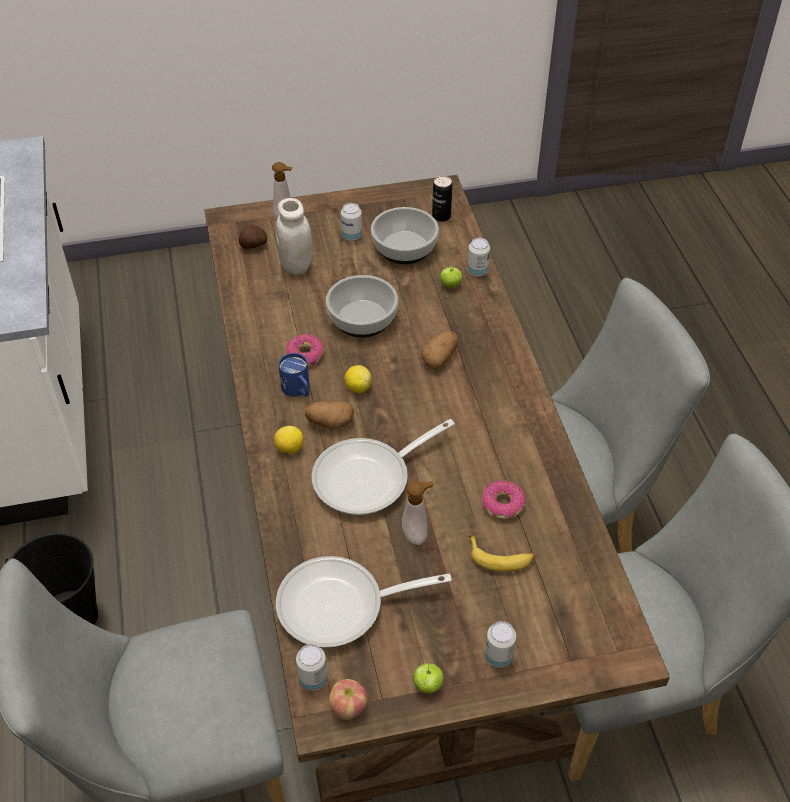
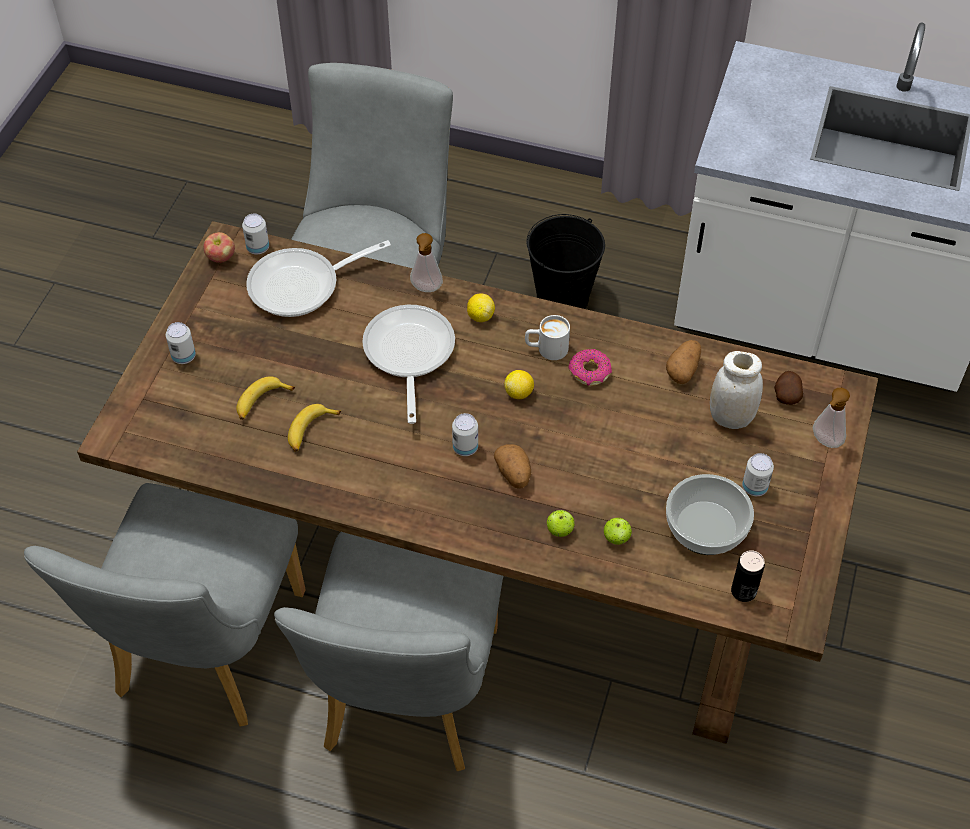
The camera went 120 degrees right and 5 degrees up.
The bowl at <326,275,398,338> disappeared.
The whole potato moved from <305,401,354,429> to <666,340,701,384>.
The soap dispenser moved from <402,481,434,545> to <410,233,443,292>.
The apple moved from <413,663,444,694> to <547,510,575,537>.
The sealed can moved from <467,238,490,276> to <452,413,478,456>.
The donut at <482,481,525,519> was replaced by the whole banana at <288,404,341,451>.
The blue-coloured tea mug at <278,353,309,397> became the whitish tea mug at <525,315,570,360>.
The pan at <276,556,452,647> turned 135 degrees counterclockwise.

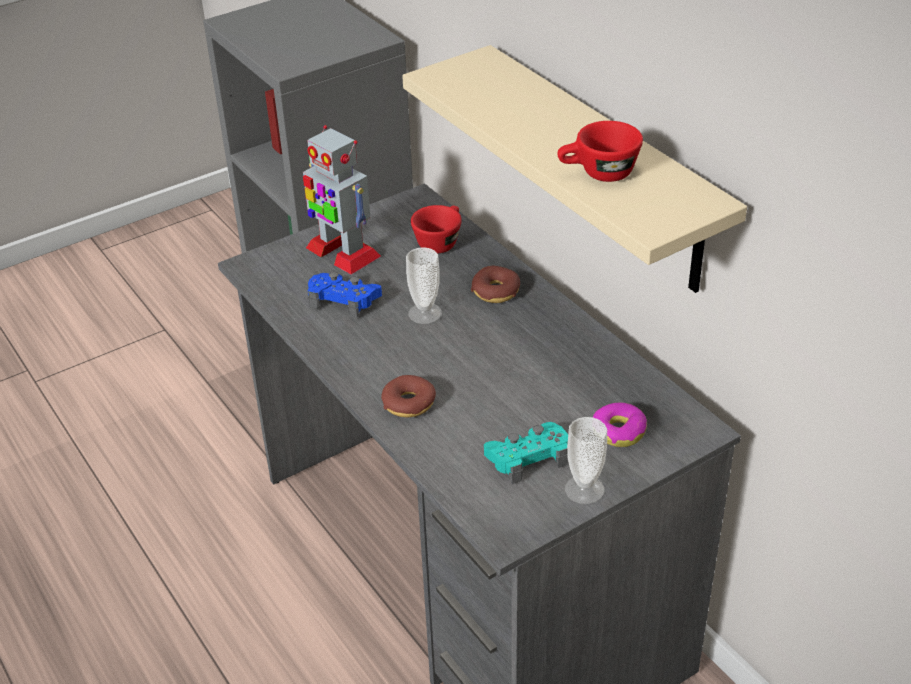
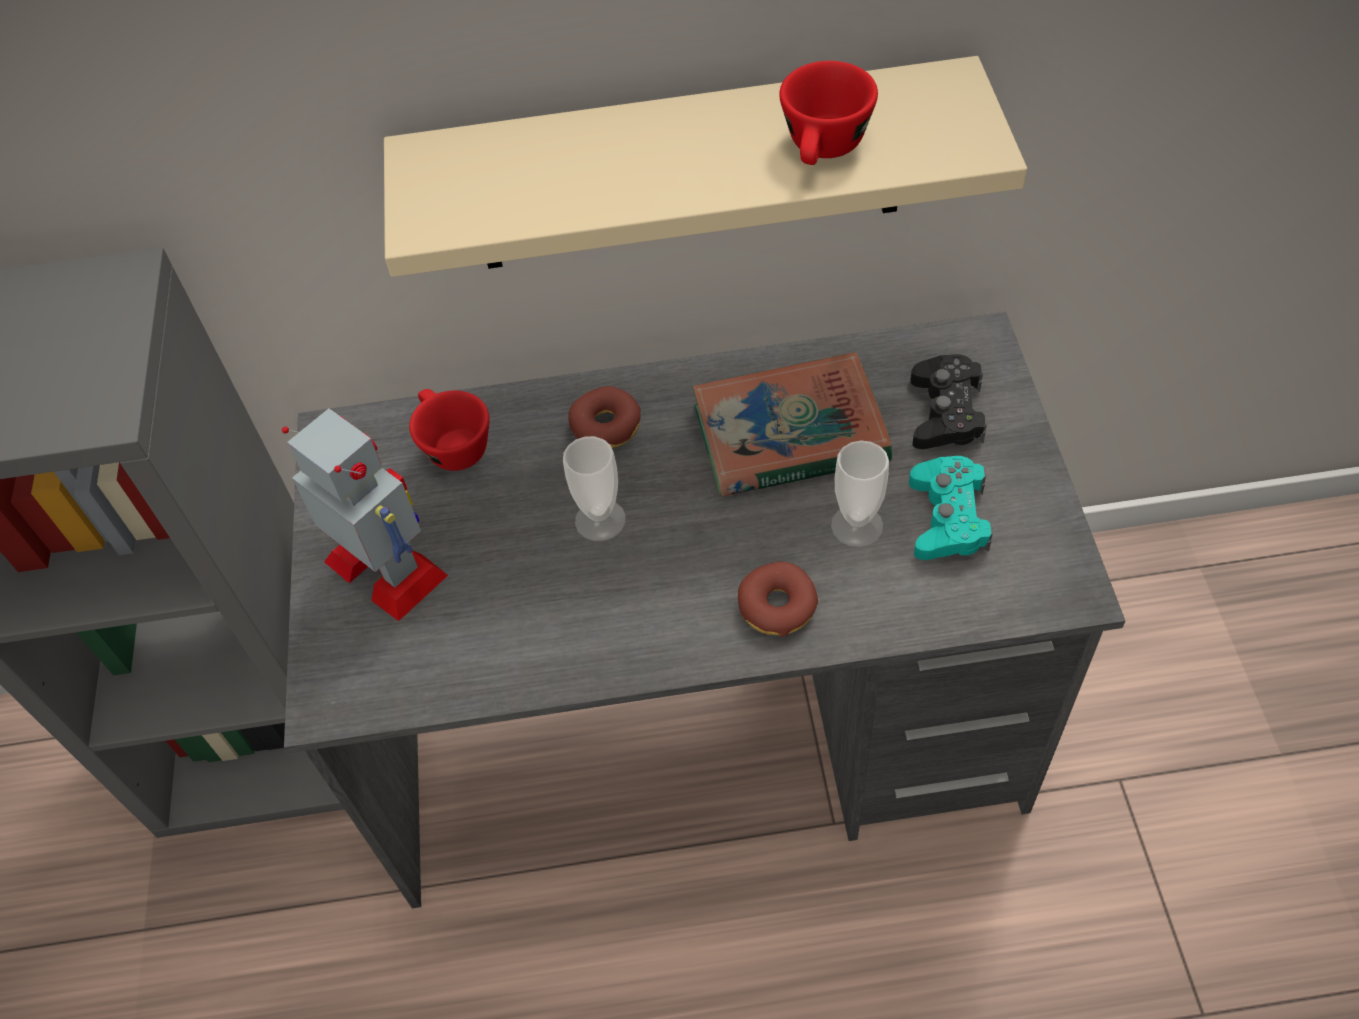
The camera went 60 degrees left and 15 degrees up.
The blue-coloured gamepad at <308,272,382,318> disappeared.
The volume at <693,352,892,497> appeared.
The cup moved from <565,417,607,504> to <831,441,889,548>.
The donut at <593,402,647,447> was replaced by the black gamepad at <911,354,987,449>.
The robot figure at <303,125,381,275> turned 120 degrees counterclockwise.

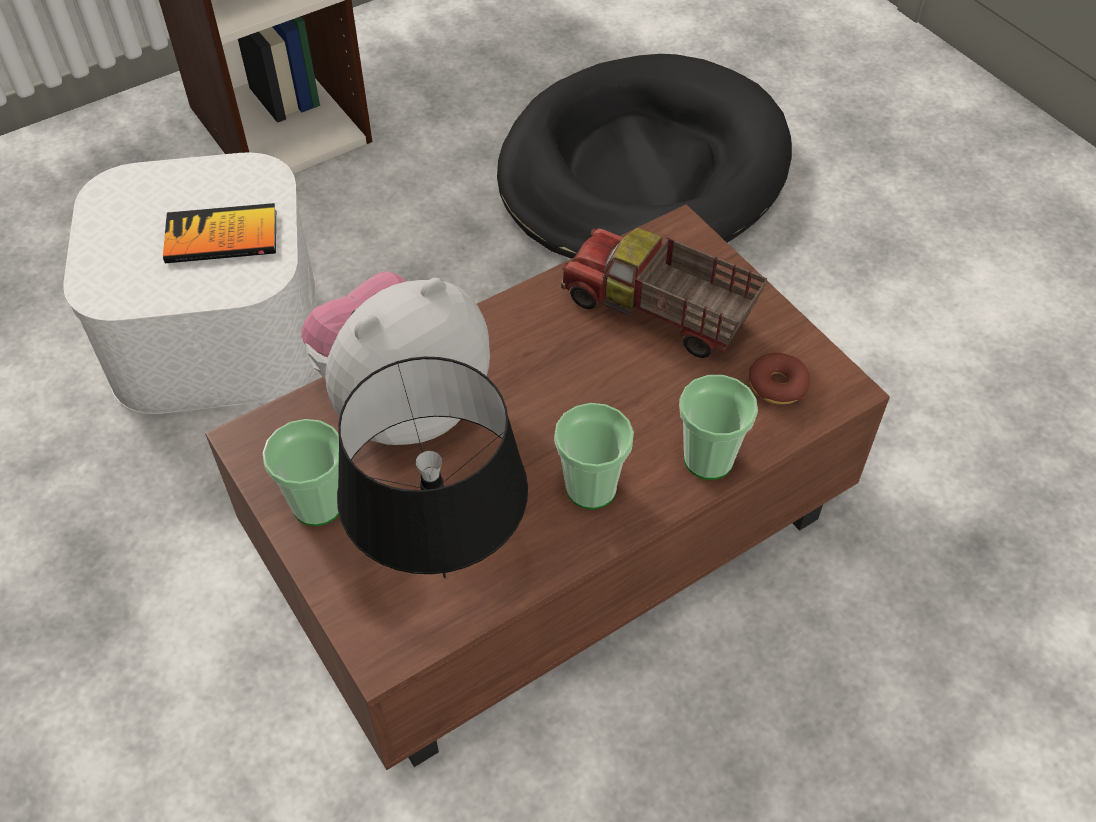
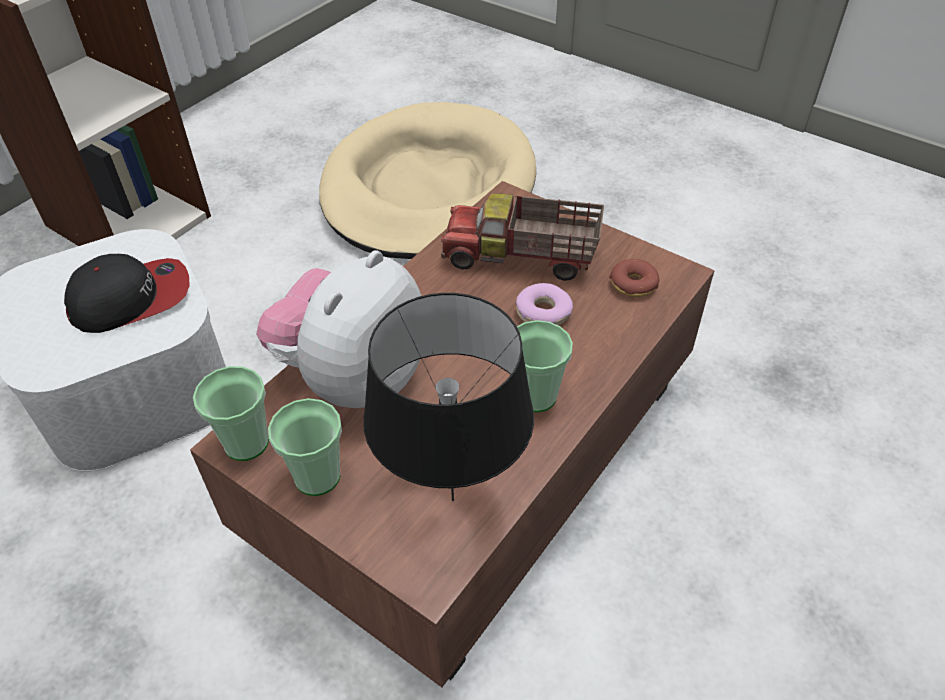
The camera went 20 degrees left and 5 degrees down.
The donut at <516,283,573,325> appeared.
The cup moved from <679,375,758,480> to <193,366,269,461>.
The volume at <163,203,276,263> was replaced by the baseball cap at <64,254,190,333>.
The black pet bed at <497,54,792,259> became the sand-coloured pet bed at <319,102,537,259>.

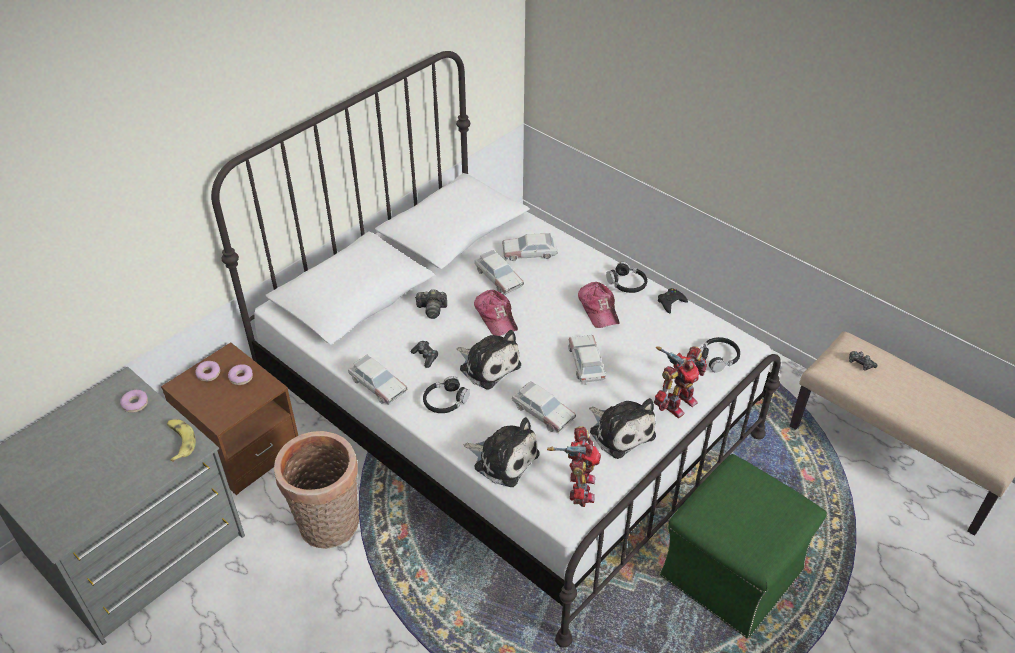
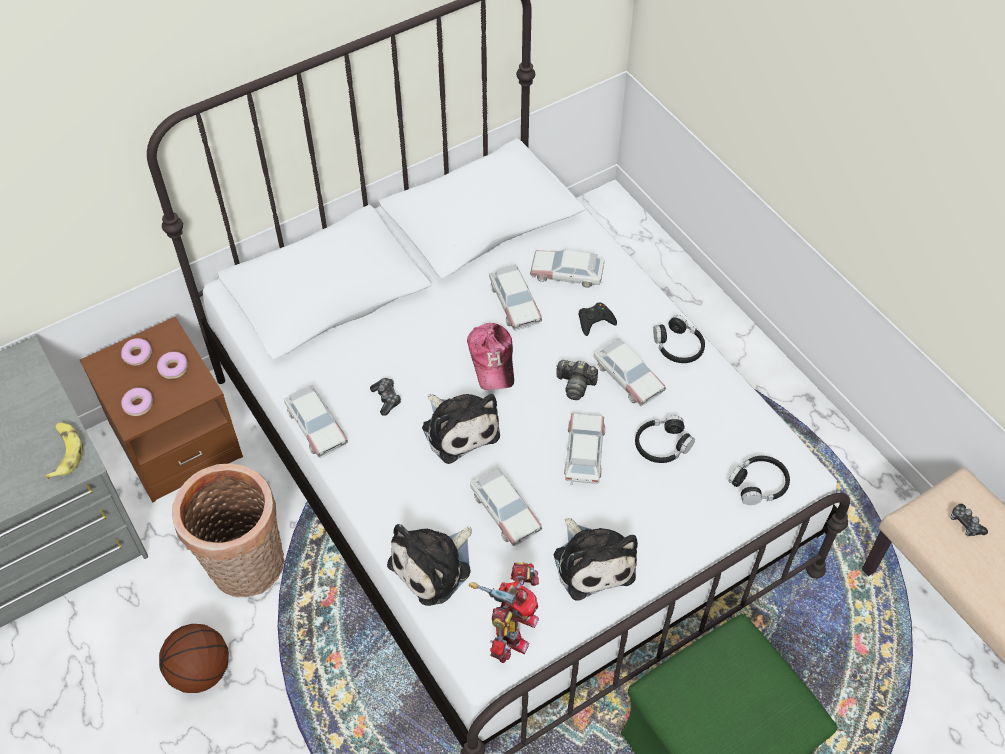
The camera went 15 degrees right and 10 degrees up.
The robot figure at <654,346,707,418> disappeared.
The basketball at <159,624,229,693> appeared.
The donut moved from <120,390,148,413> to <121,388,153,416>.
The photo camera moved from <415,289,447,319> to <556,360,598,400>.
The black pair of headphones moved from <423,376,470,413> to <635,416,695,463>.
The black gamepad moved from <658,288,688,314> to <579,303,617,336>.
The baseball cap at <578,282,619,328> was replaced by the toy car at <594,338,666,406>.
The soft toy at <463,417,540,487> turned 90 degrees clockwise.

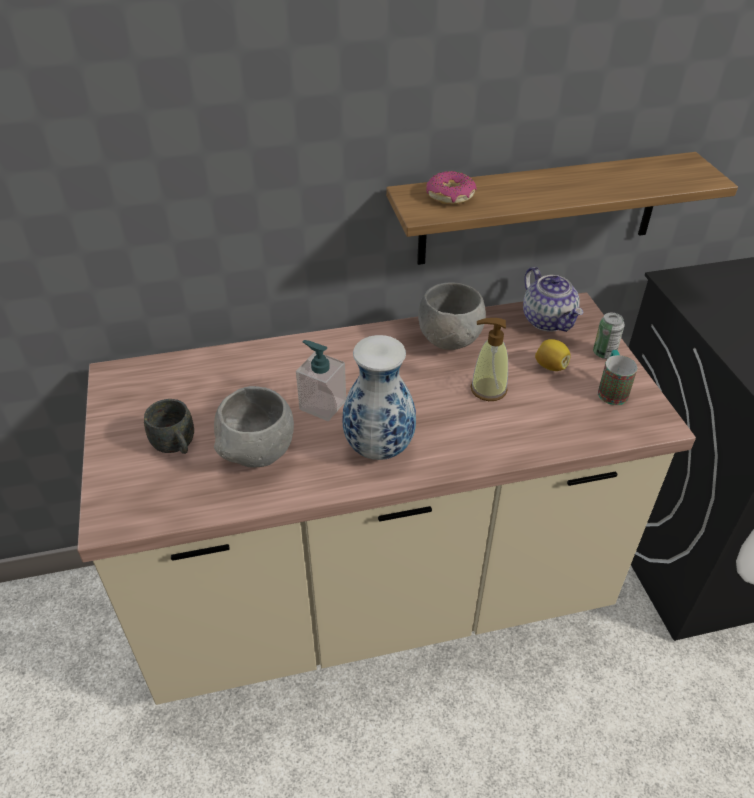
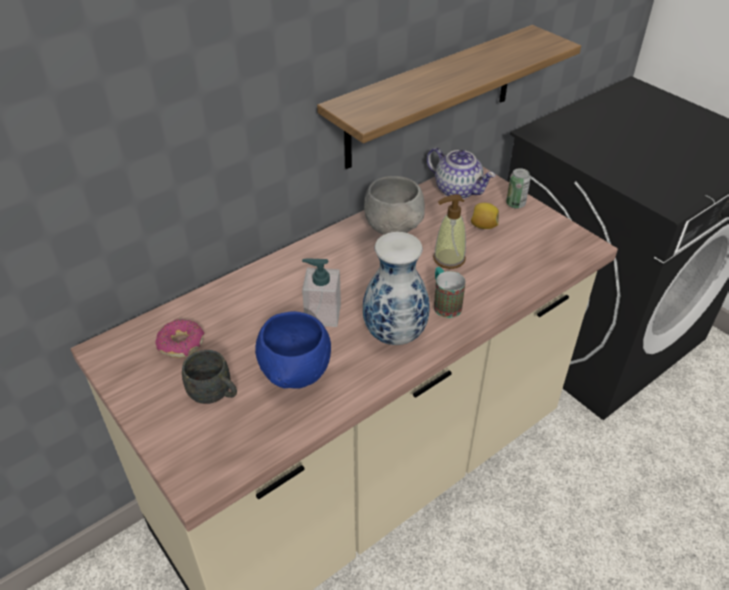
The camera went 25 degrees left and 0 degrees up.
The donut moved from <426,171,477,204> to <155,319,204,358>.
The tea mug moved from <598,350,637,405> to <434,267,465,318>.
The greyish bowl at <214,386,294,468> became the blue-coloured bowl at <255,311,331,389>.

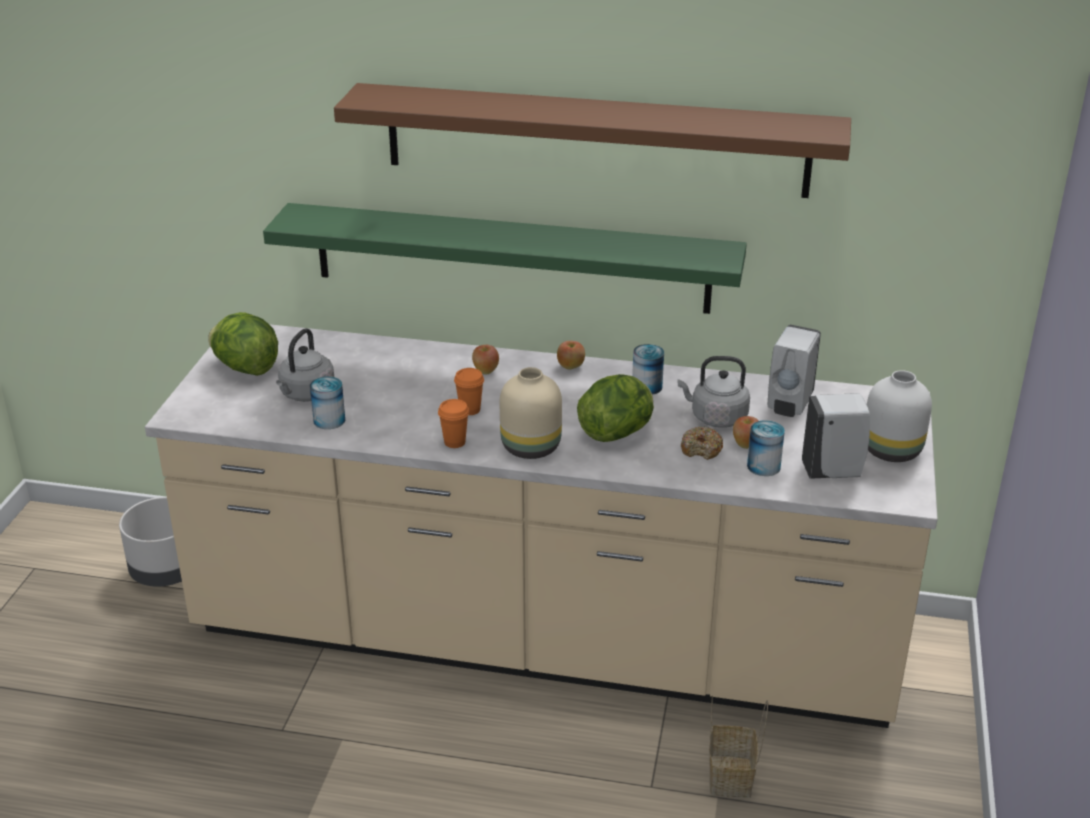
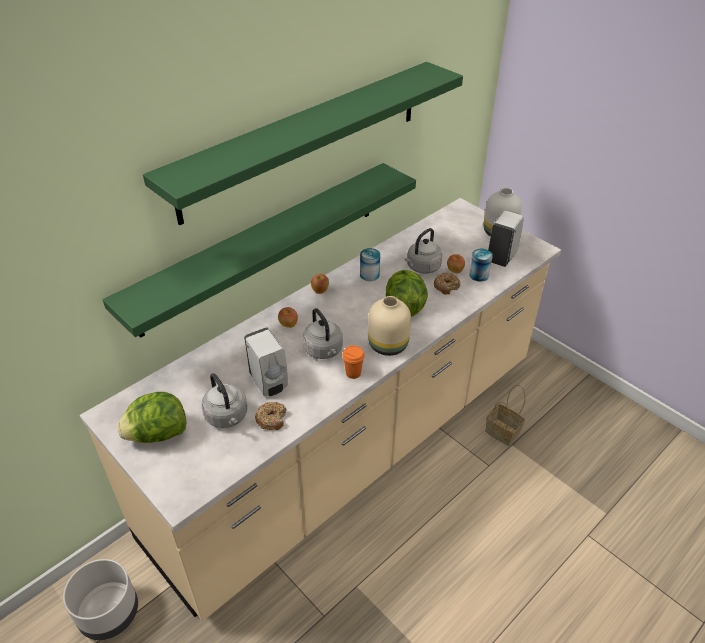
The camera went 55 degrees left and 10 degrees up.
The whitish soap dispenser moved from <768,325,821,417> to <244,327,288,396>.
The sealed can at <310,376,345,429> was replaced by the donut at <255,402,286,430>.
The orangey cup at <454,368,484,415> was replaced by the greyish kettle at <303,308,343,359>.
The brown shelf at <334,83,851,198> became the greenish shelf at <143,62,463,225>.

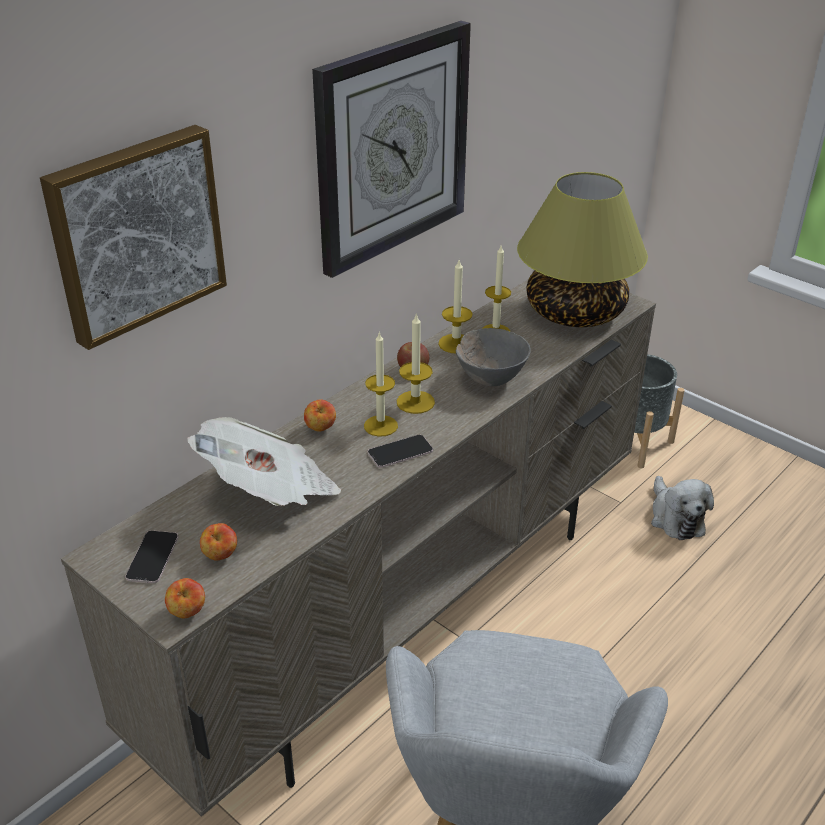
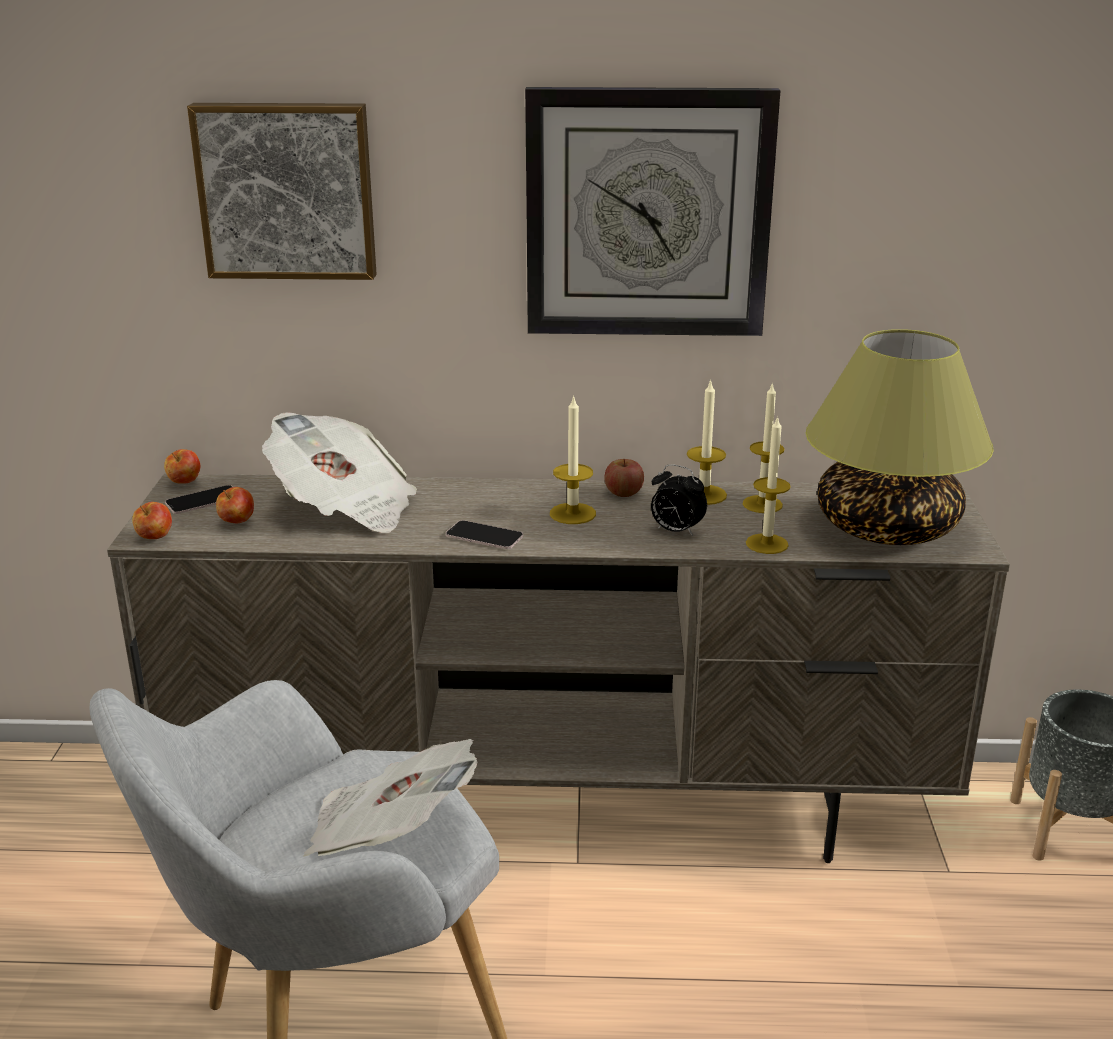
The camera went 50 degrees right and 10 degrees down.
The soft toy at <651,476,714,540> disappeared.
The newspaper at <304,739,477,856> appeared.
The apple moved from <304,399,336,432> to <164,449,201,484>.
The wax light moved from <364,332,398,437> to <746,416,791,554>.
The greyish bowl at <455,328,531,386> was replaced by the bedside clock at <651,464,707,536>.

